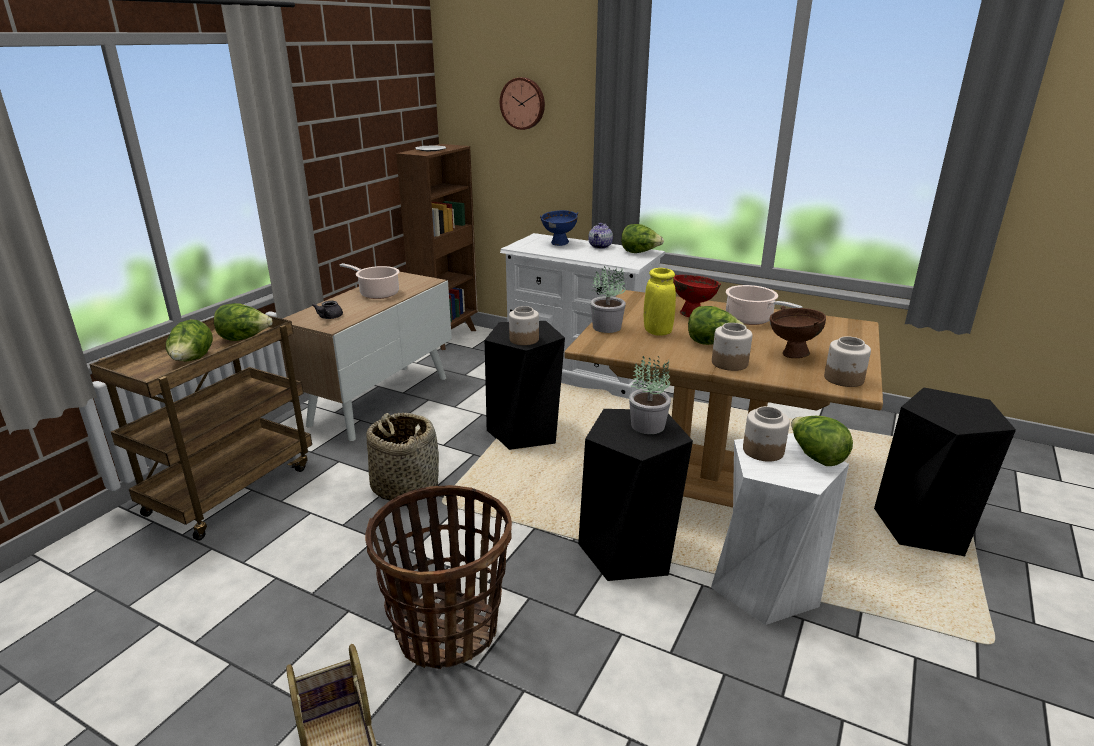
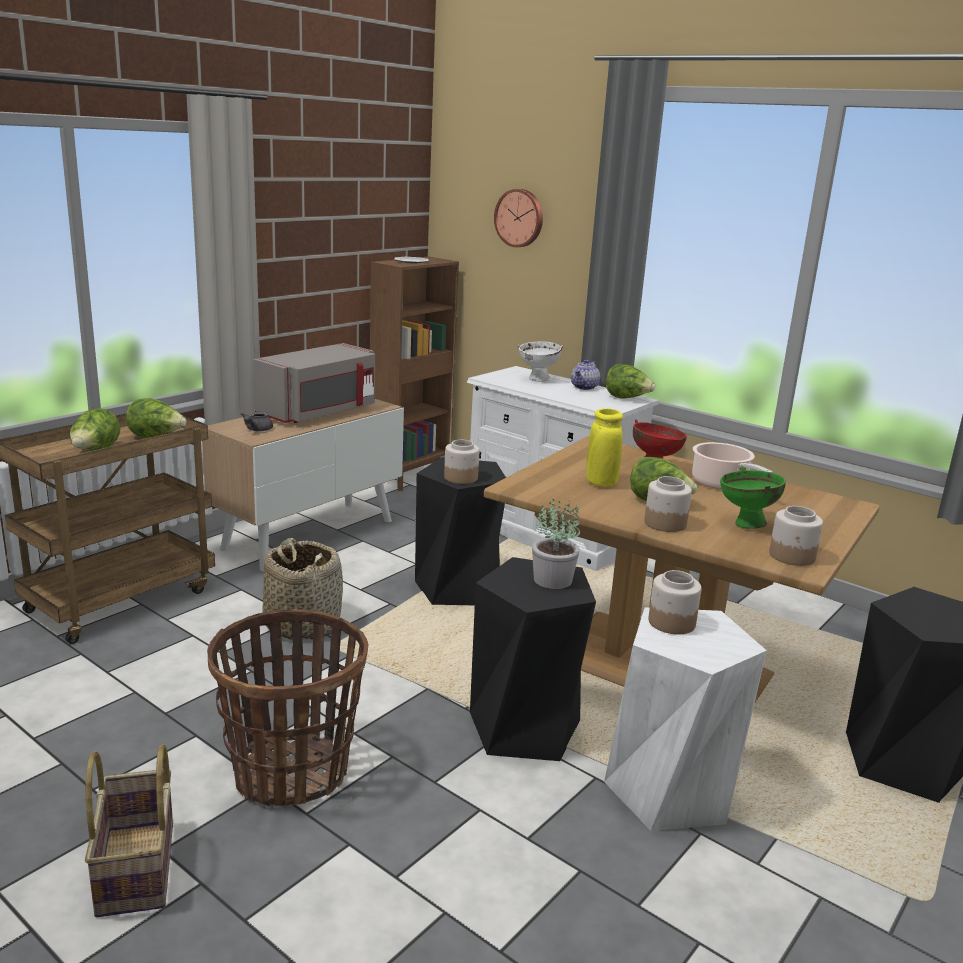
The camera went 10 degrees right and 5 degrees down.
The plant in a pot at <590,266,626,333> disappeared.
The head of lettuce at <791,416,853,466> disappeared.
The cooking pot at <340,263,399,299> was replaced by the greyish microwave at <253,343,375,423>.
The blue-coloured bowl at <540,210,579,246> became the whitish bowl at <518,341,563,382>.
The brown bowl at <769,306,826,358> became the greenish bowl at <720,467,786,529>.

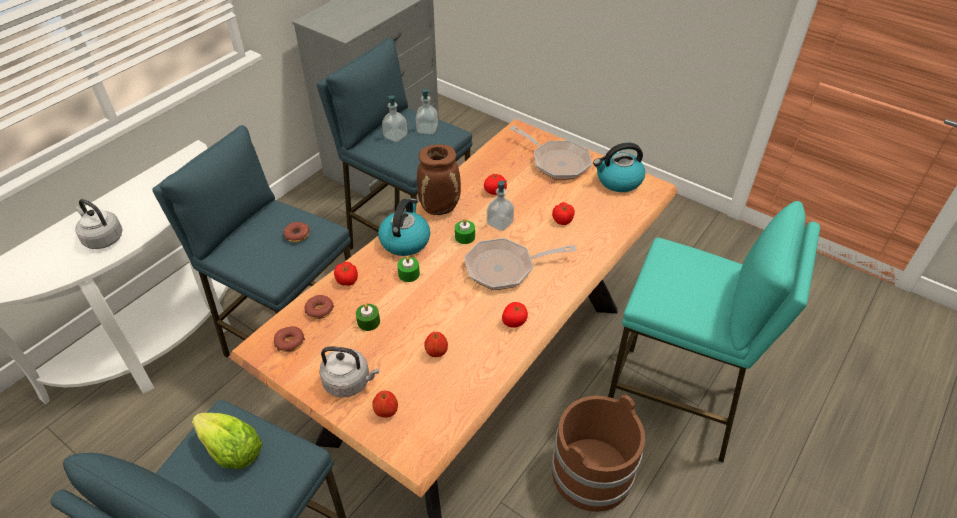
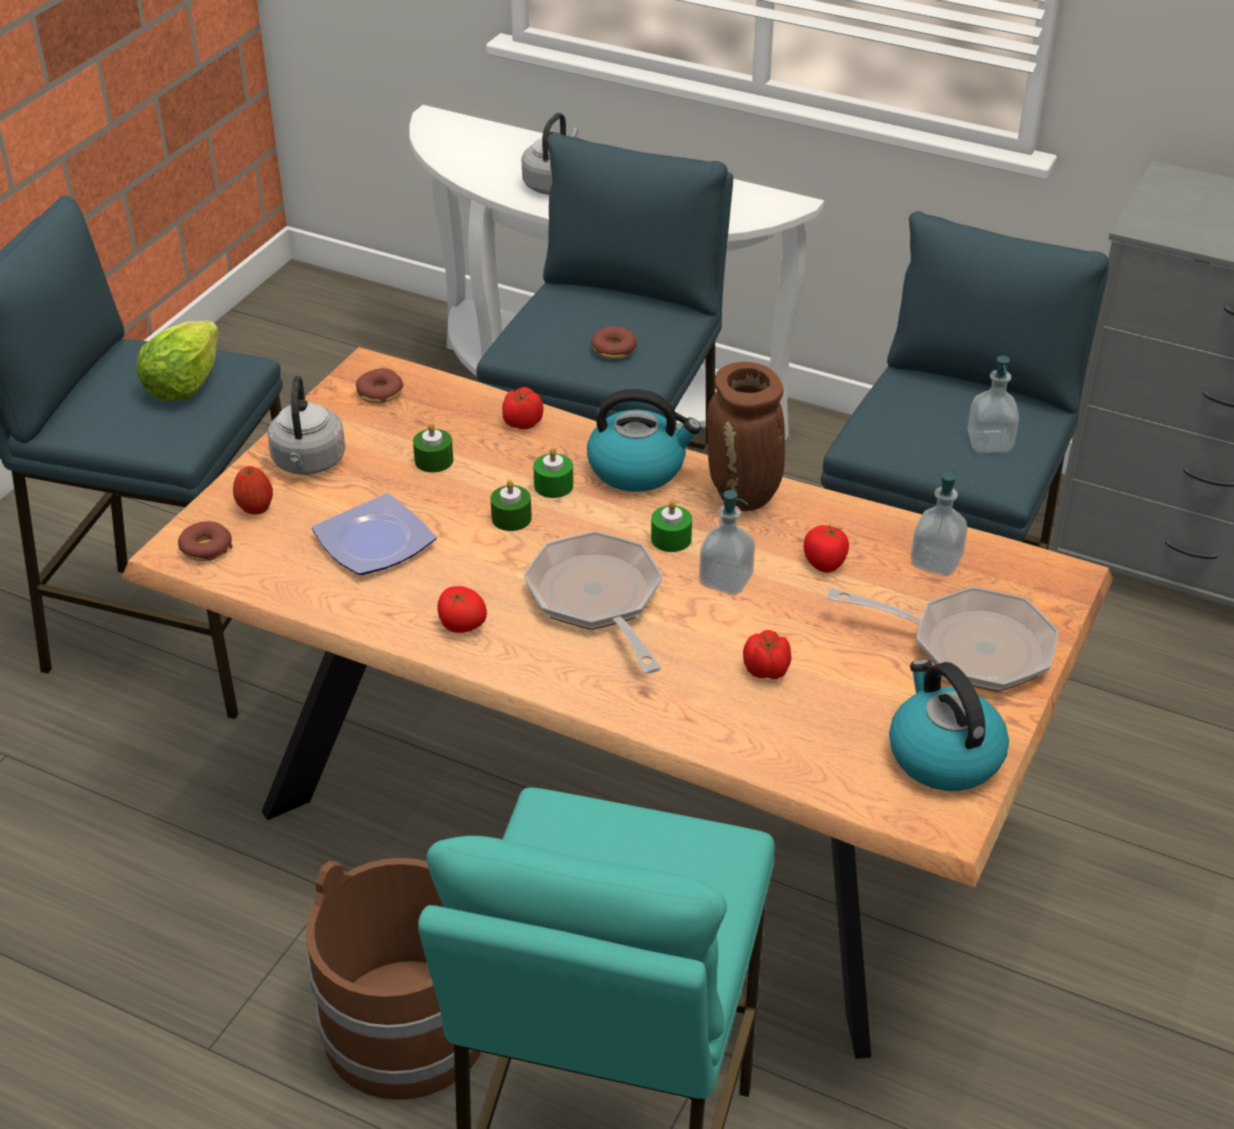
The camera went 80 degrees right and 5 degrees down.
The greenish wax light at <490,480,532,531> appeared.
The donut moved from <304,295,334,319> to <178,521,232,561>.
The soap dispenser moved from <382,95,407,142> to <911,470,968,576>.
The apple at <424,332,448,357> was replaced by the flat dish at <312,493,437,575>.
The pan at <510,126,592,179> turned 105 degrees counterclockwise.

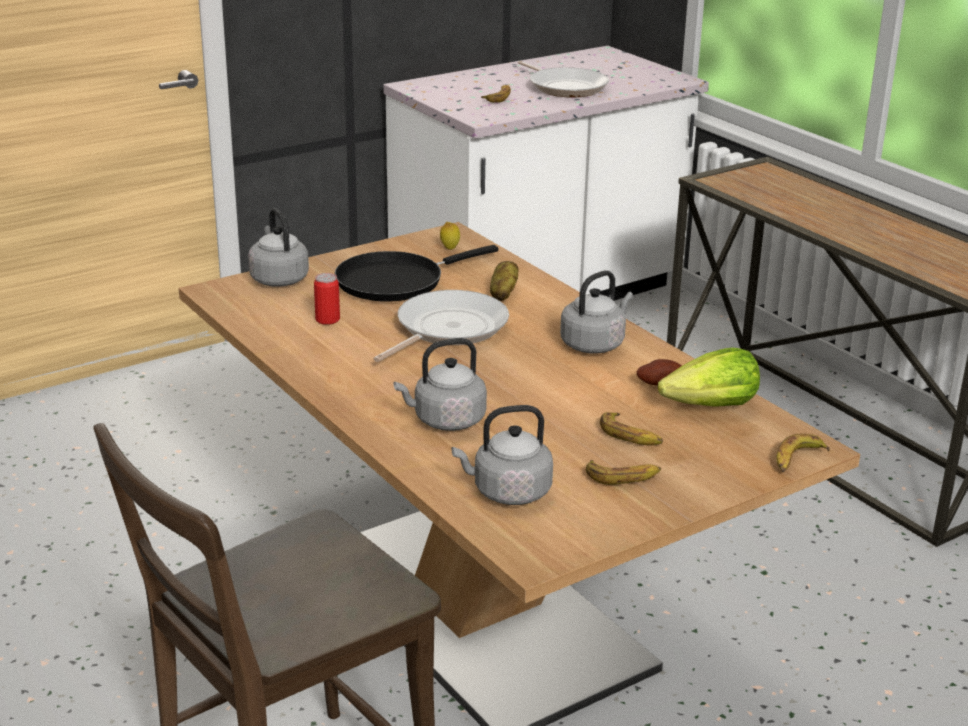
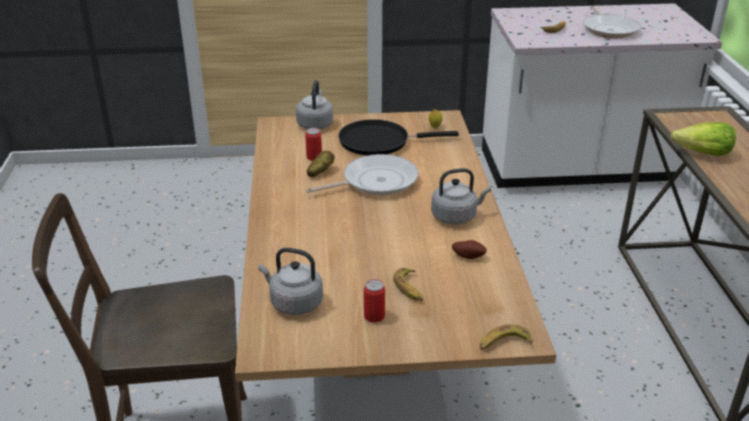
The camera went 30 degrees right and 5 degrees up.
The greyish kettle at <393,338,487,431> disappeared.
The whole potato moved from <490,261,519,301> to <307,151,335,177>.
The head of lettuce moved from <658,347,760,407> to <671,122,736,156>.
The whole banana at <586,460,661,485> was replaced by the sealed can at <364,279,385,323>.

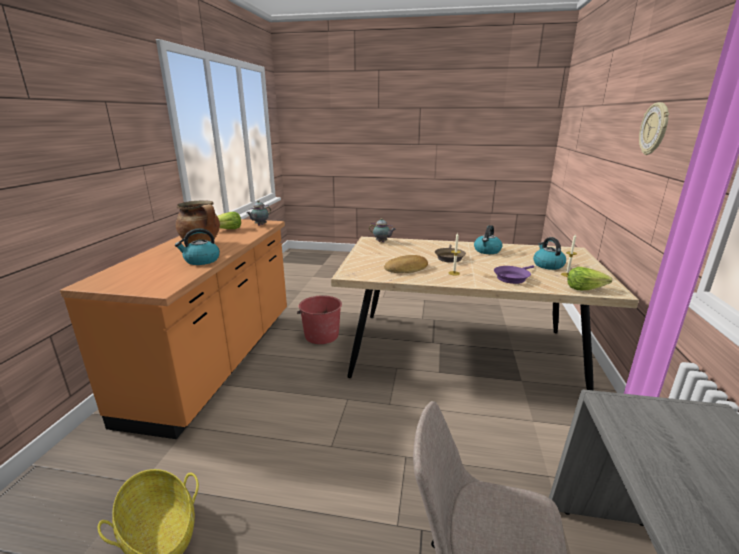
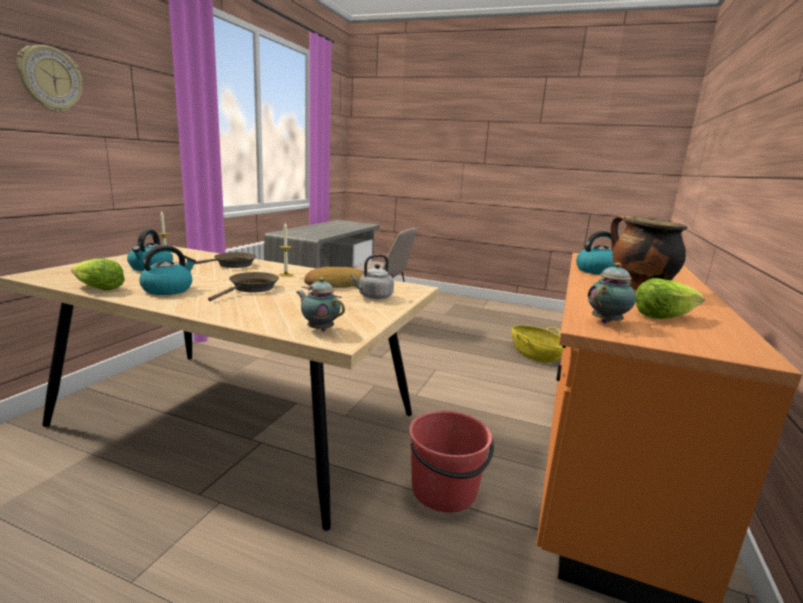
The camera went 170 degrees left and 5 degrees down.
The greyish kettle at <350,254,394,299> appeared.
The head of lettuce moved from <567,267,612,290> to <71,259,125,290>.
The purple-coloured pan at <494,265,534,284> became the brown pan at <185,252,256,268>.

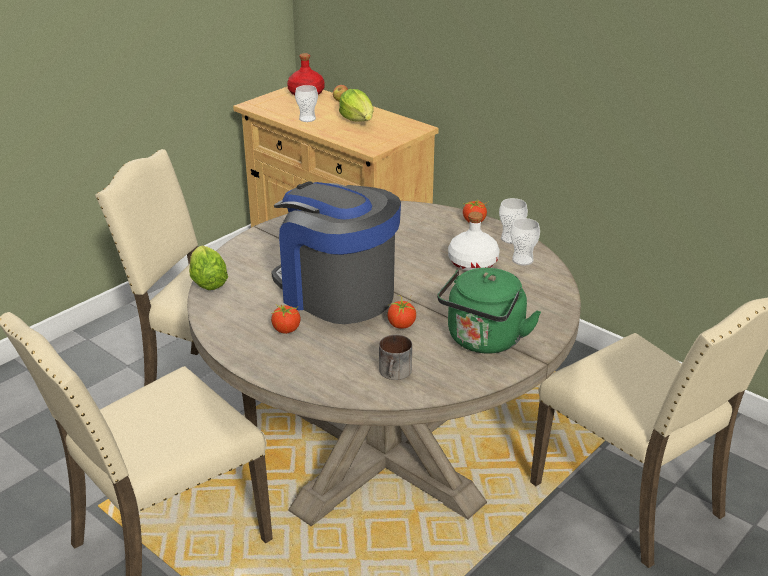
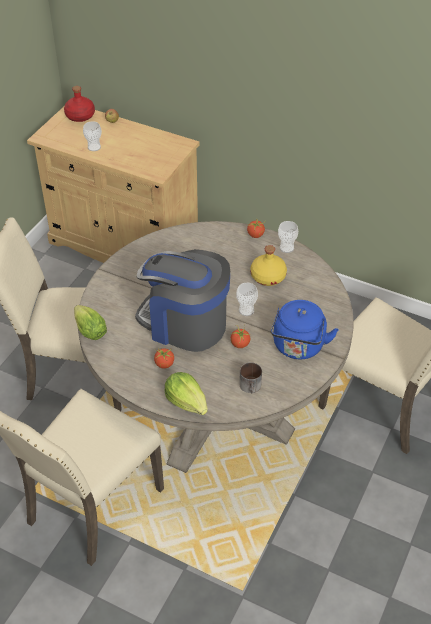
The camera went 15 degrees left and 15 degrees up.
The head of lettuce moved from <339,89,374,122> to <165,372,208,415>.
The cup moved from <510,218,540,266> to <236,283,258,316>.
The greenish kettle at <437,268,541,353> became the blue-coloured kettle at <271,300,339,359>.
The whitish beverage bottle at <448,212,499,271> became the yellow beverage bottle at <251,245,287,286>.

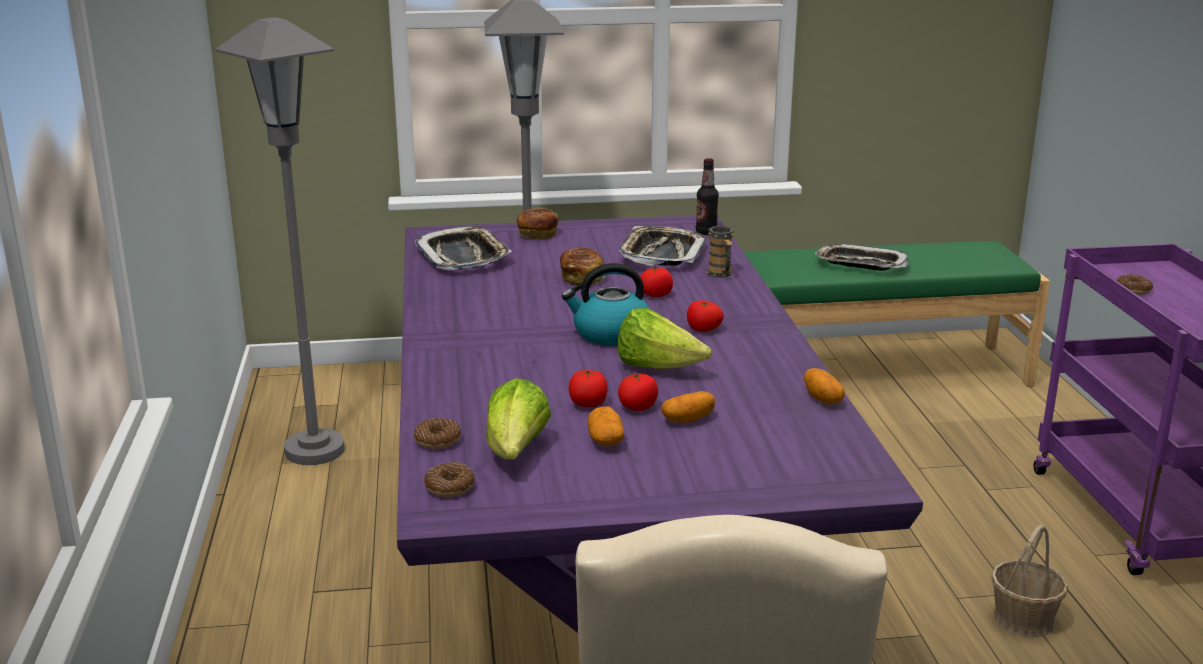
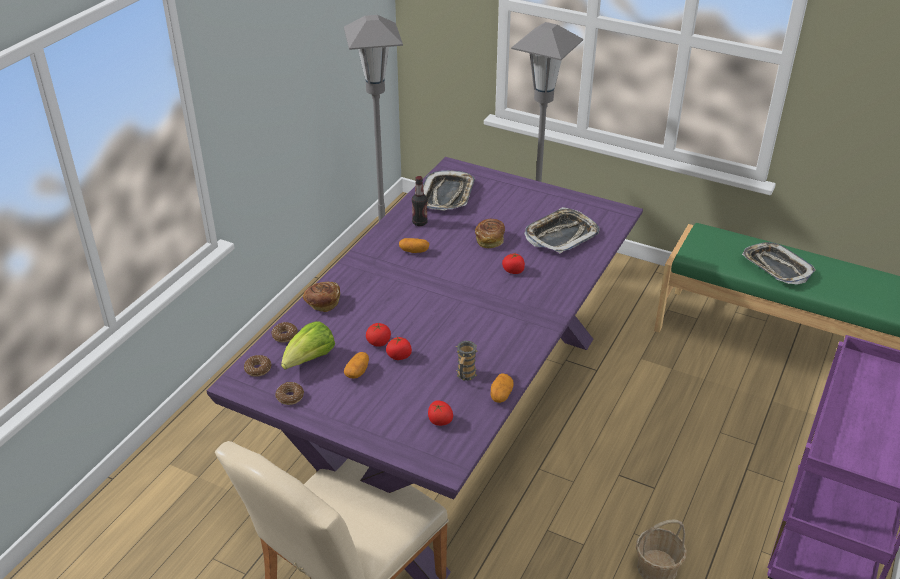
The camera went 35 degrees right and 15 degrees up.
The kettle at <562,263,650,346> disappeared.
The head of lettuce at <618,308,712,369> disappeared.
The bakery bread moved from <517,208,558,239> to <303,281,340,312>.
The whole potato moved from <661,391,715,423> to <399,238,429,253>.
The tomato moved from <687,300,724,332> to <428,400,453,426>.
The beverage bottle moved from <696,158,719,235> to <412,176,428,226>.
The tea mug moved from <706,226,735,278> to <456,341,477,381>.
The donut moved from <1117,274,1153,295> to <275,382,304,405>.

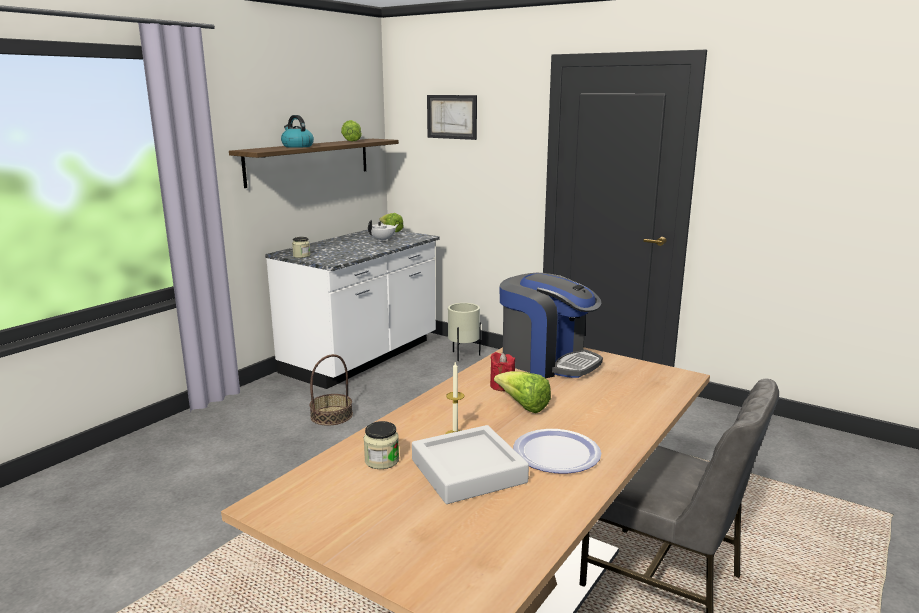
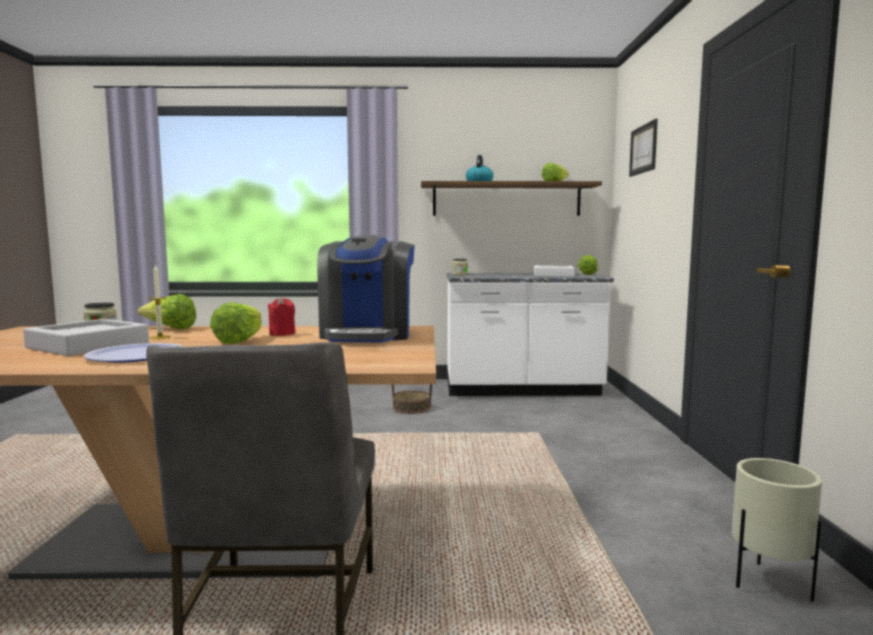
The camera went 55 degrees right and 10 degrees down.
The head of lettuce at <138,294,196,330> appeared.
The sand-coloured flower pot moved from <448,303,481,361> to <732,458,822,602>.
The whitish tea pot at <368,220,398,242> was replaced by the whitish tray at <534,265,575,277>.

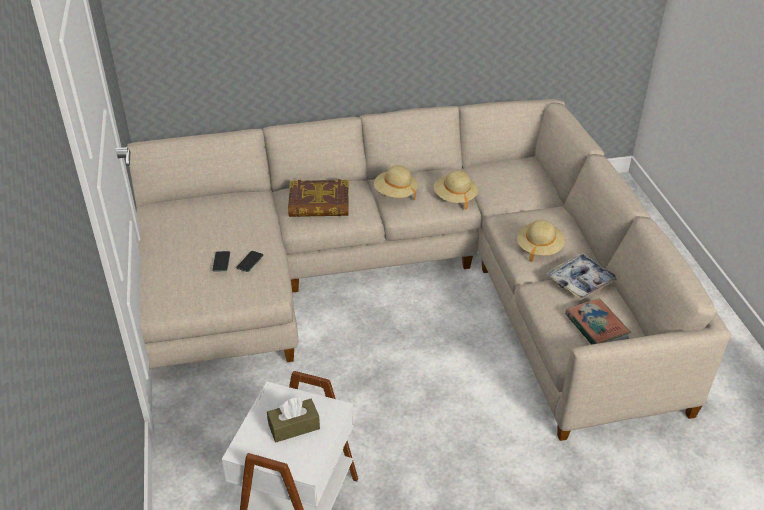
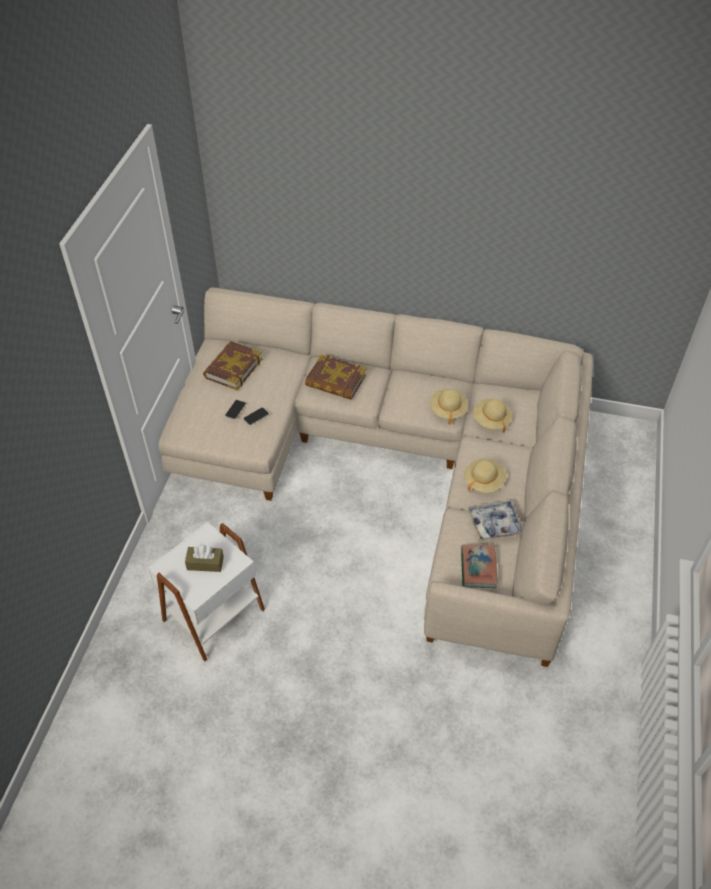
The camera went 25 degrees right and 10 degrees up.
The volume at <203,341,262,390> appeared.
The sand-coloured clothing hat moved from <374,165,418,200> to <473,399,512,433>.

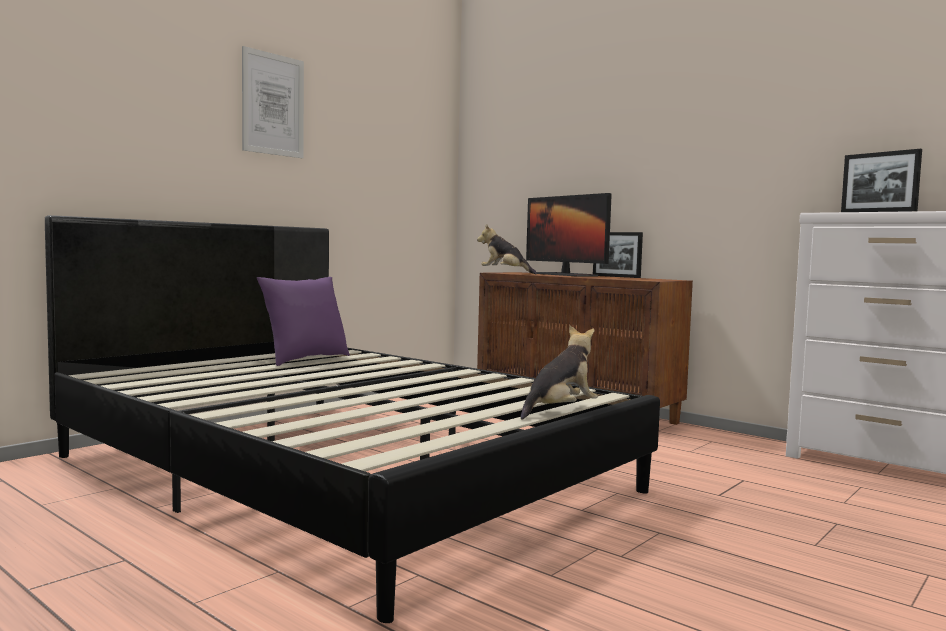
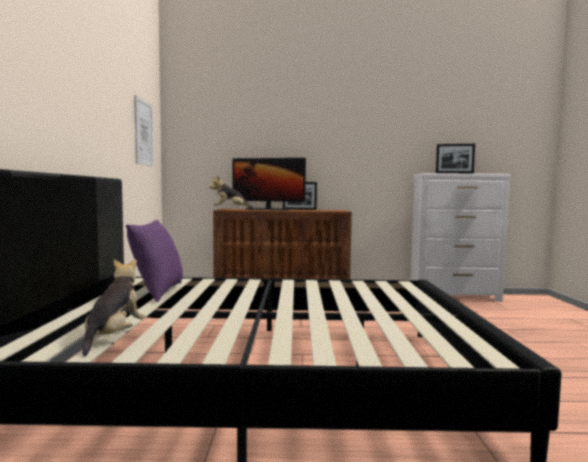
The camera went 40 degrees left and 0 degrees up.
The wall art moved from <242,46,304,158> to <134,95,154,166>.
The soft toy moved from <521,326,598,420> to <82,259,146,356>.

